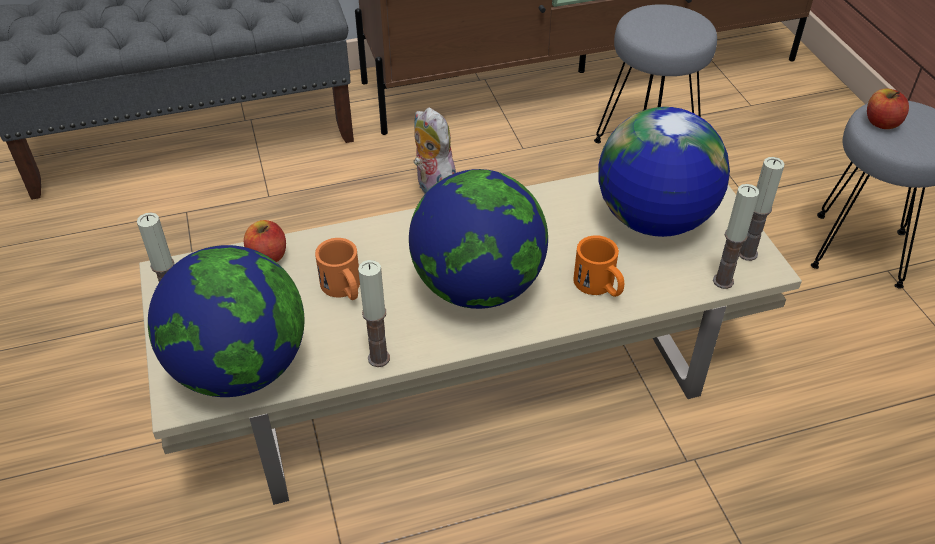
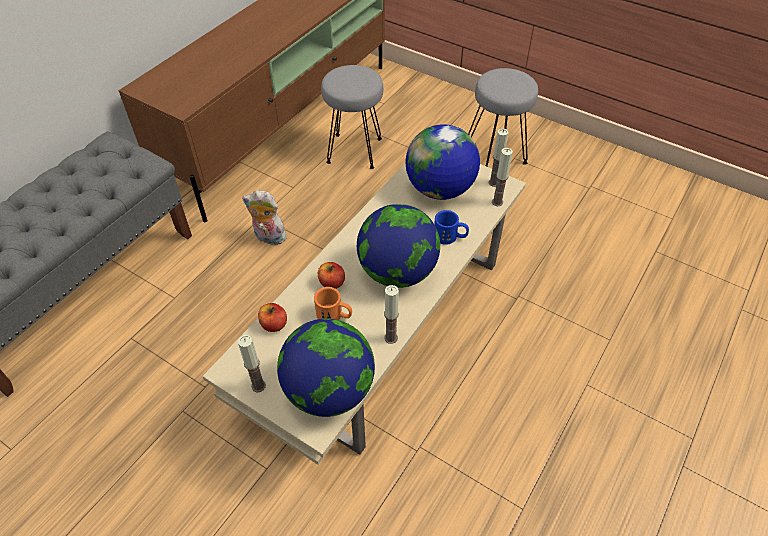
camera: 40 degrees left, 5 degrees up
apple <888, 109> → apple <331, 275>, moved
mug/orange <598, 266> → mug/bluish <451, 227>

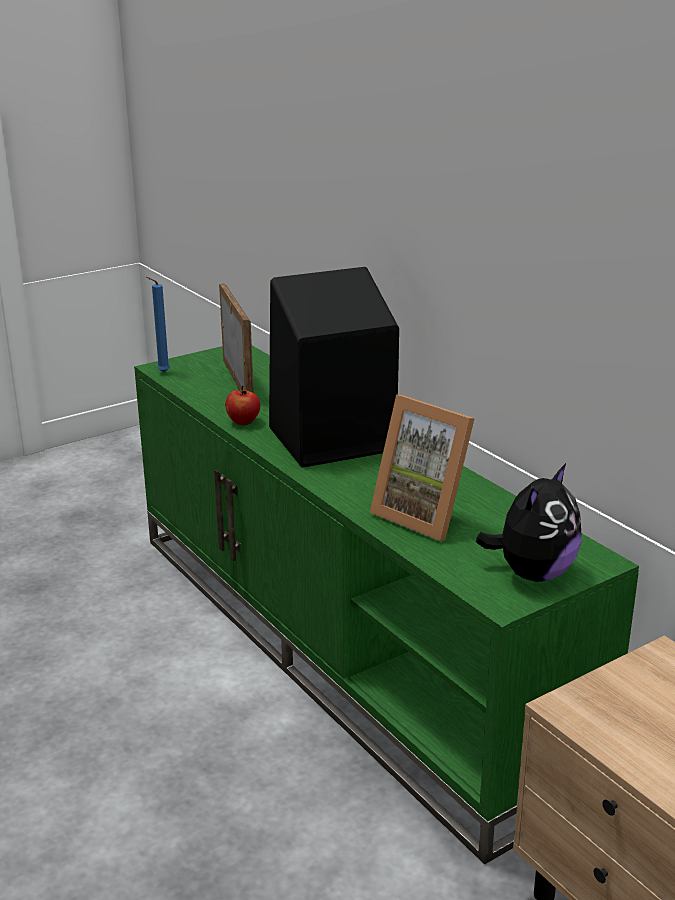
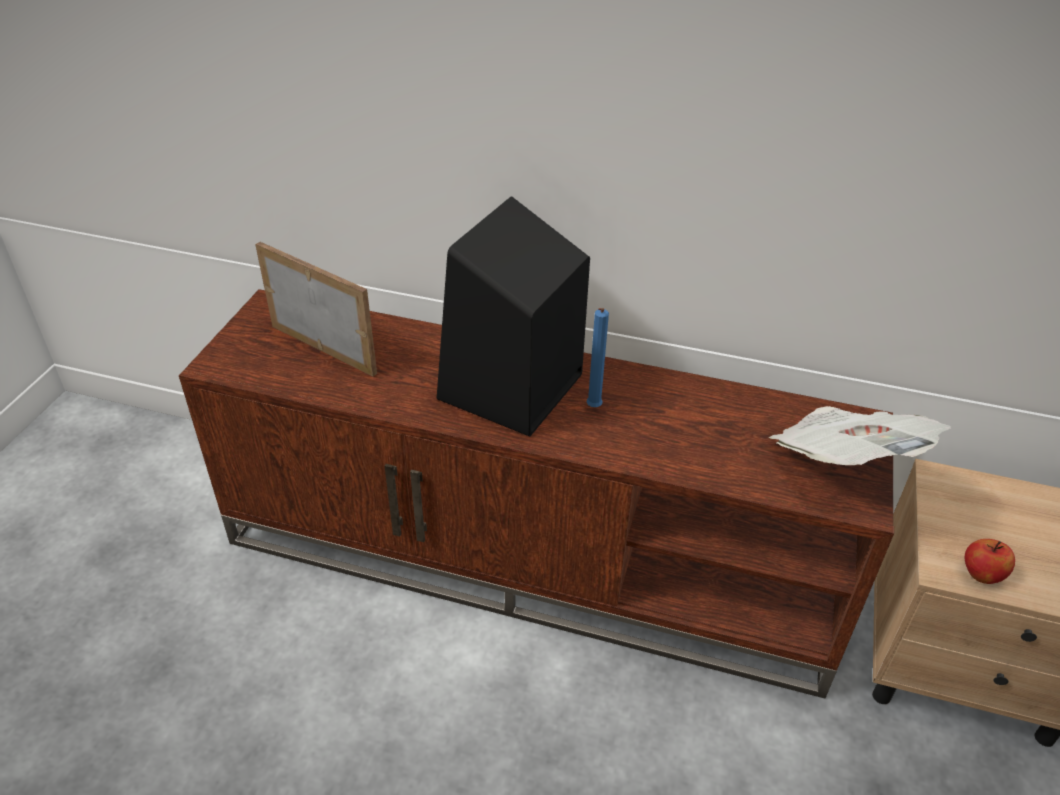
camera: 40 degrees left, 15 degrees up
picture frame <422, 468> → -
wax light/bluish <158, 324> → wax light/bluish <598, 357>, moved
apple <242, 405> → apple <990, 561>, moved
cuddly toy <529, 522> → daily paper <860, 435>
media console/greenish <386, 605> → media console/brown <536, 494>

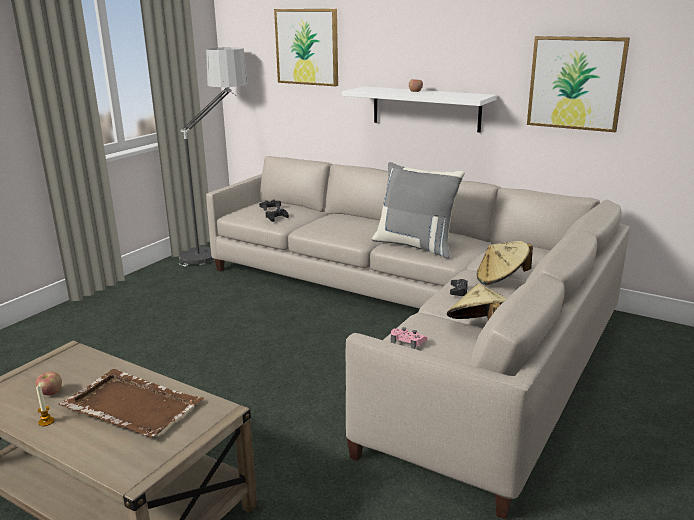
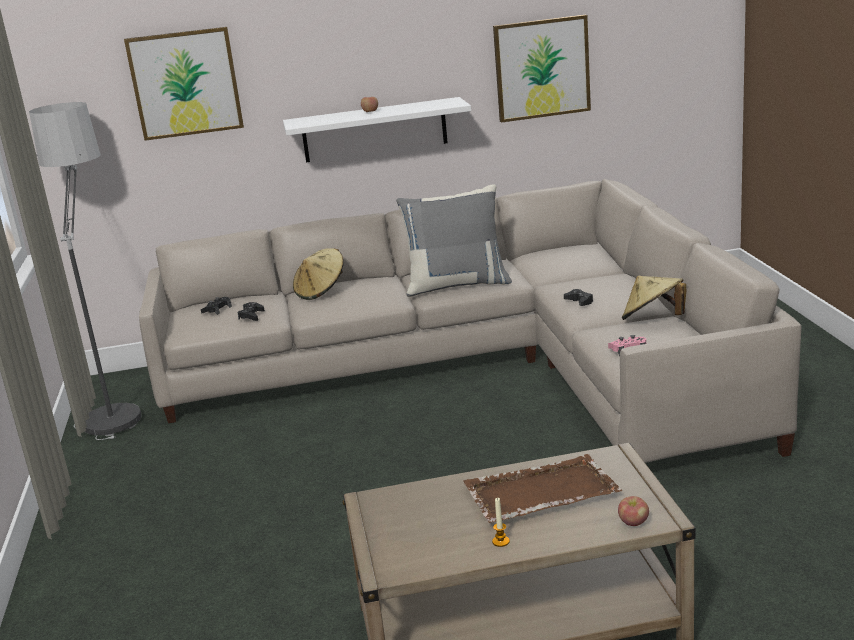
camera: 40 degrees left, 0 degrees up
apple <49, 383> → apple <633, 511>, moved
clothing hat/sand-coloured <505, 263> → clothing hat/sand-coloured <318, 274>, moved

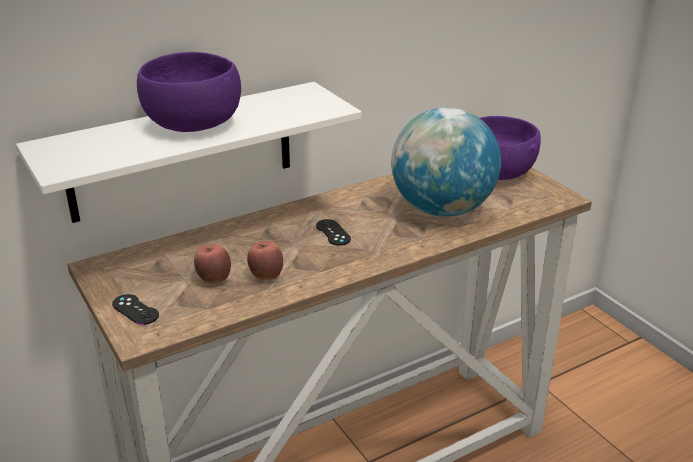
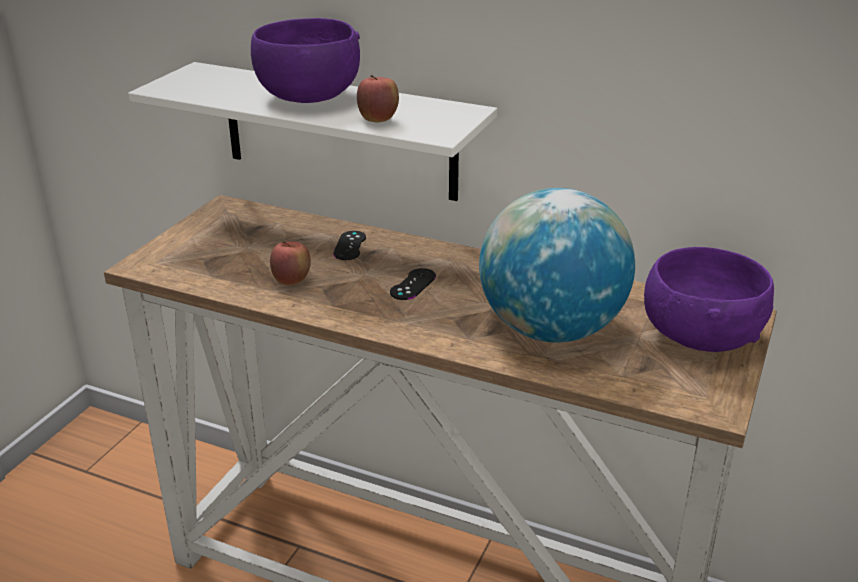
camera: 55 degrees right, 0 degrees up
gamepad/blackish <135, 309> → gamepad/blackish <349, 245>, moved
apple <212, 264> → apple <378, 98>, moved

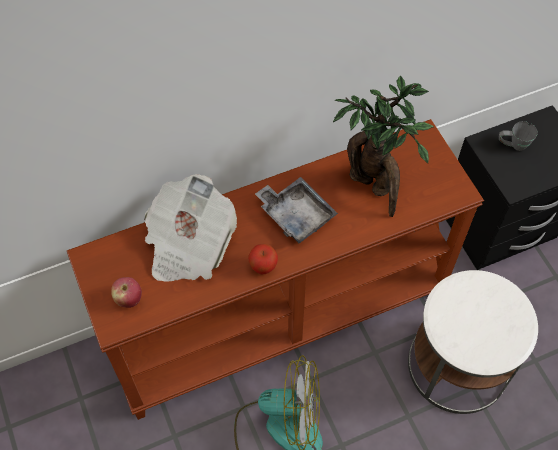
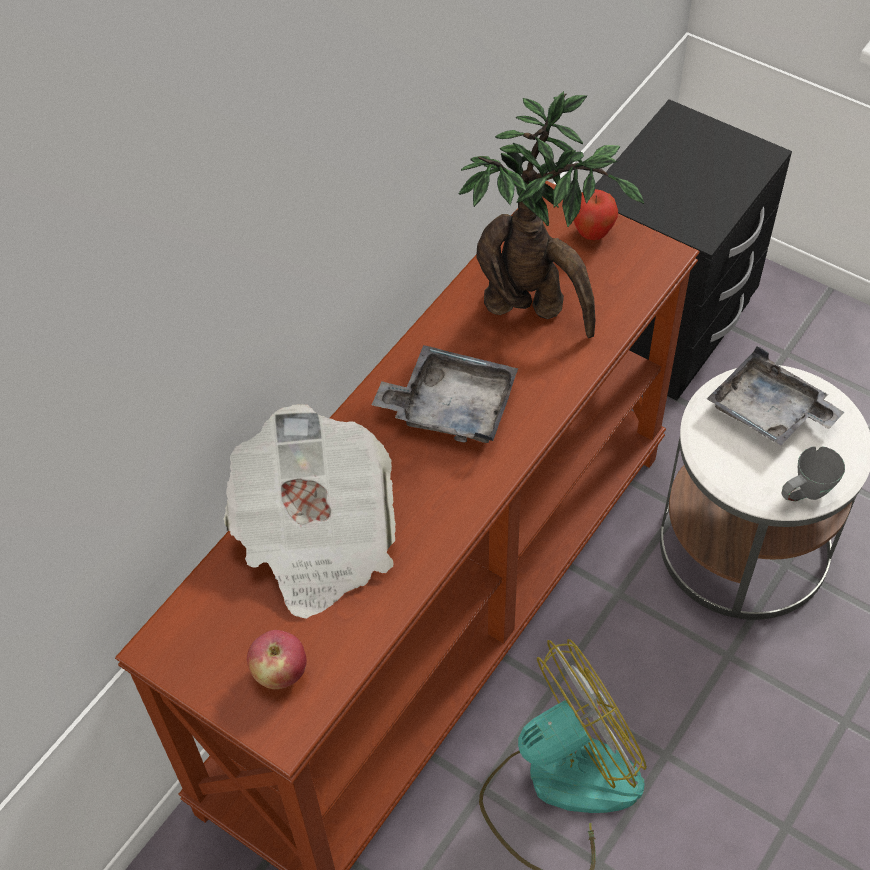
camera: 30 degrees left, 5 degrees down
- → carrying tray/greyish <775, 395>
apple <263, 259> → apple <595, 214>, moved
mug/greyish <518, 136> → mug/greyish <813, 474>, moved

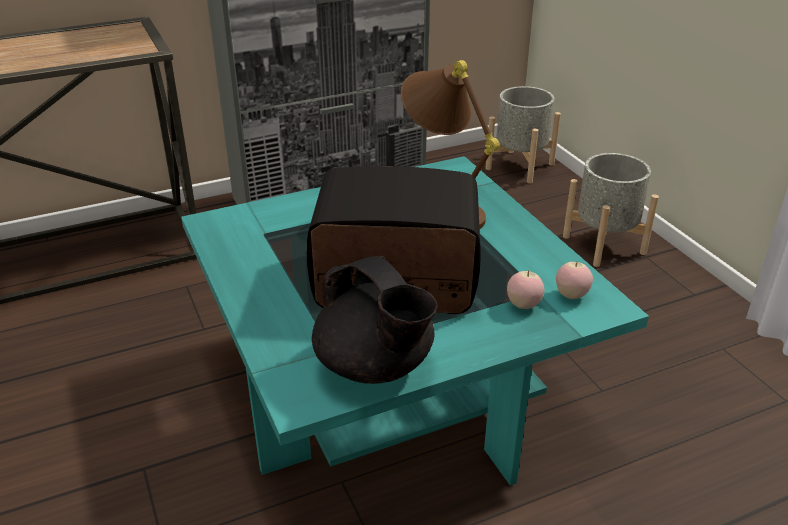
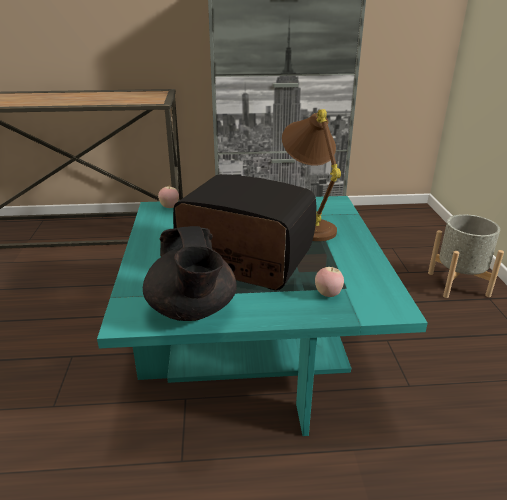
camera: 20 degrees right, 5 degrees down
planter/greyish <523, 134> → -
apple <574, 280> → apple <168, 197>, moved

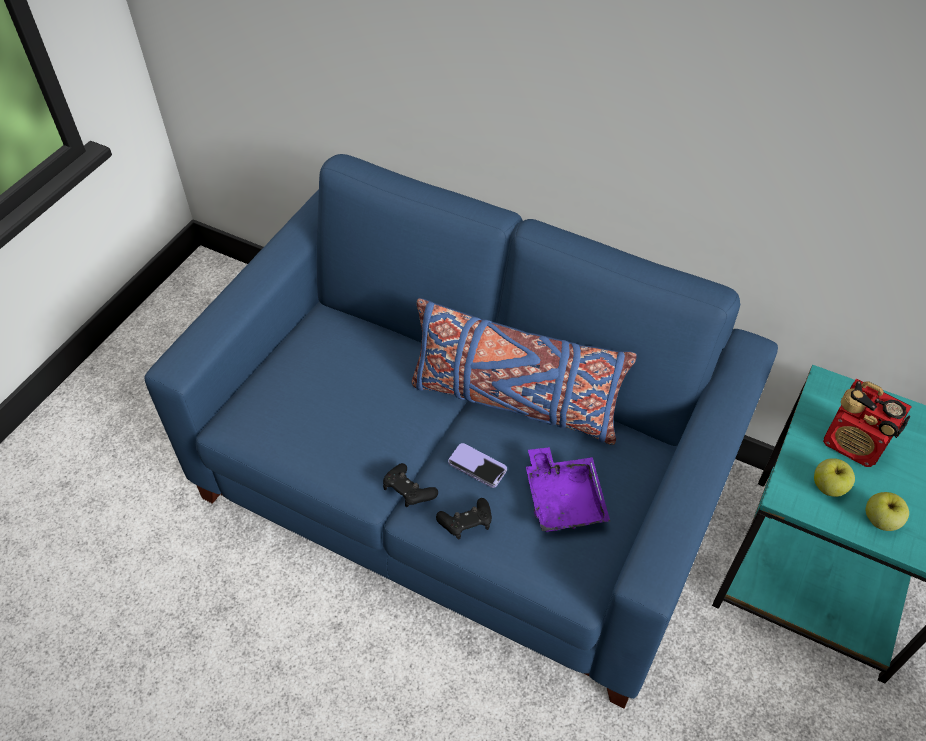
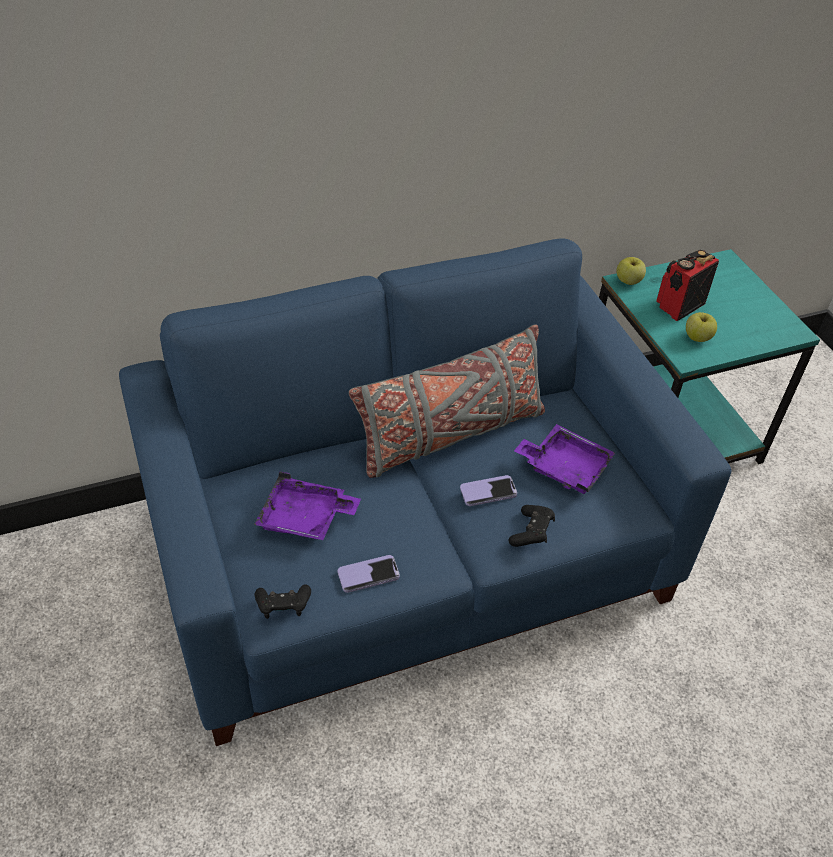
camera: 50 degrees left, 5 degrees down
- → carrying tray/purplish <307, 505>
- → phone <368, 574>
gamepad/blackish <410, 485> → gamepad/blackish <283, 601>, moved
apple <887, 511> → apple <631, 271>, moved
pillow/bluish <524, 371> → pillow/greyish <446, 401>
radio set <867, 423> → radio set <687, 285>, 150 degrees clockwise

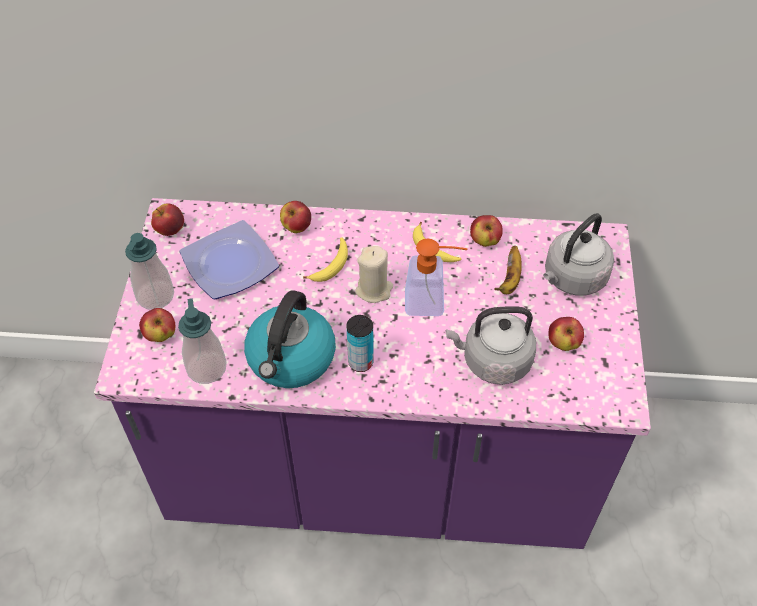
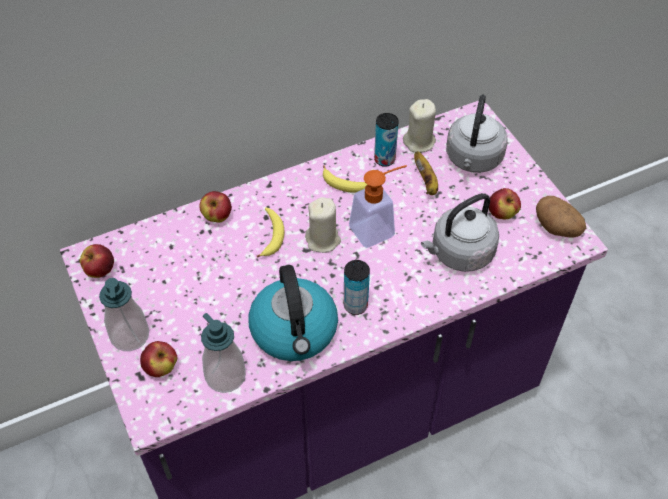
camera: 30 degrees left, 0 degrees up
plate <229, 259> → -
- → wax light/sand-coloured <419, 125>
- → potato <561, 217>
apple <486, 231> → metal can <386, 140>

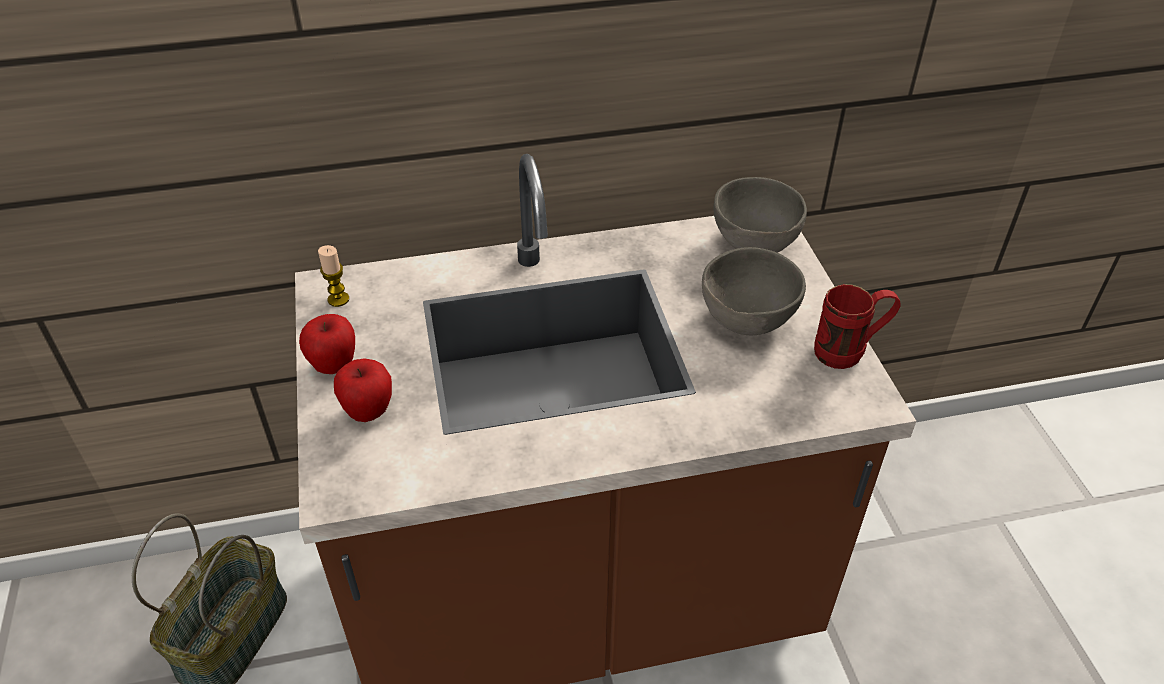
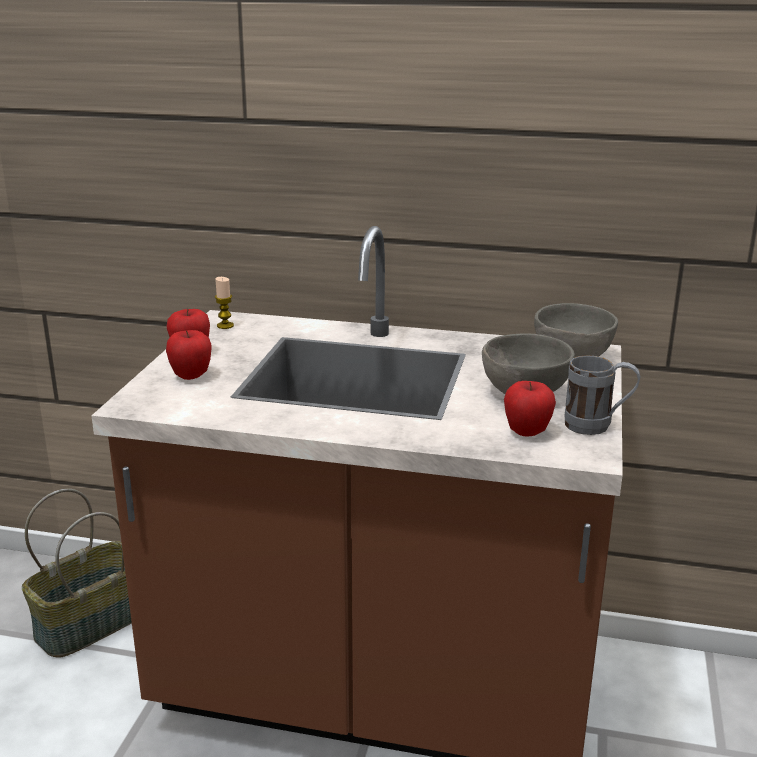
camera: 25 degrees right, 20 degrees down
- → apple <530, 409>
mug/red <857, 326> → mug/greyish <603, 395>

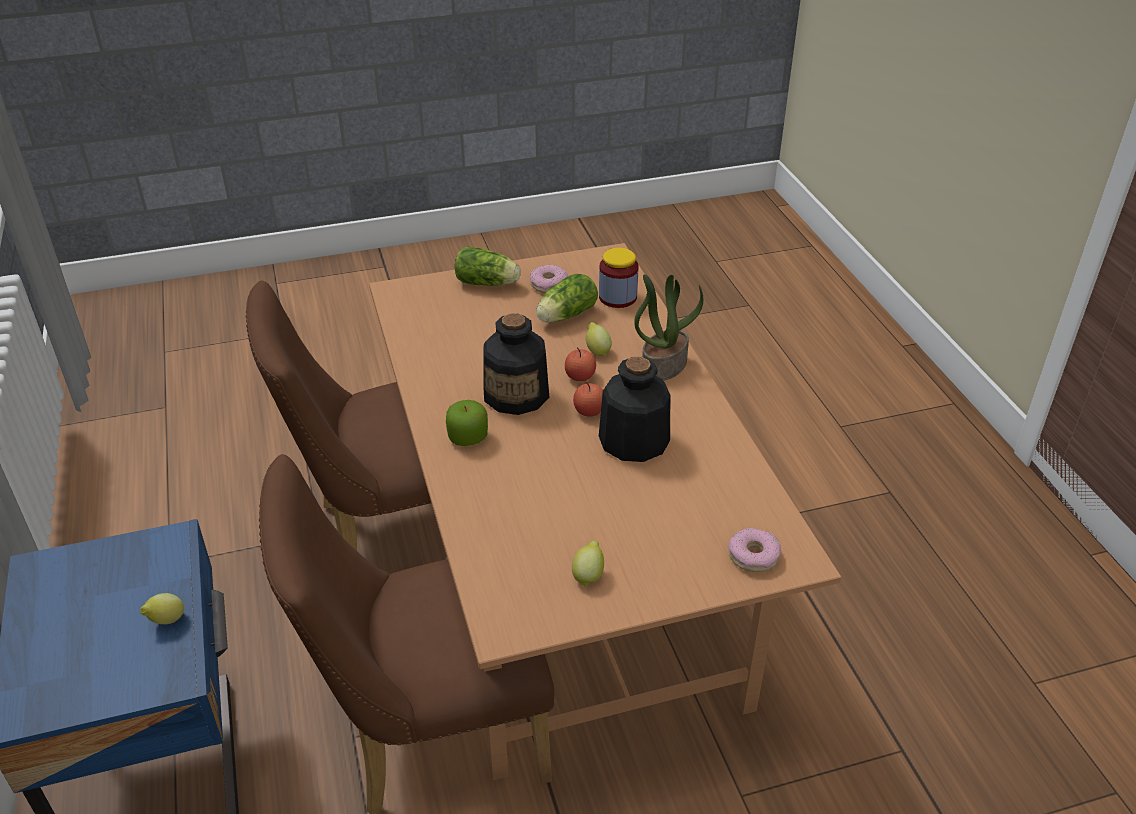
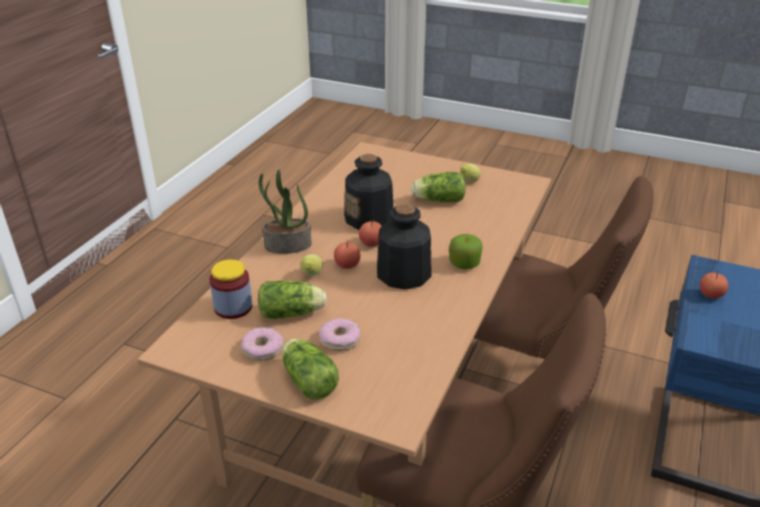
camera: 140 degrees left, 5 degrees down
- → lettuce head <438, 187>
doughnut <755, 550> → doughnut <339, 334>, moved
lemon <162, 608> → apple <714, 284>

